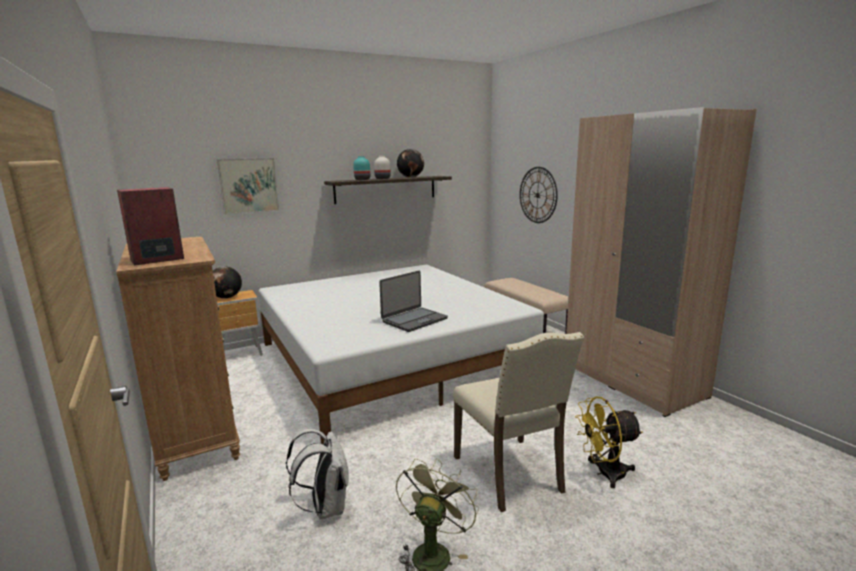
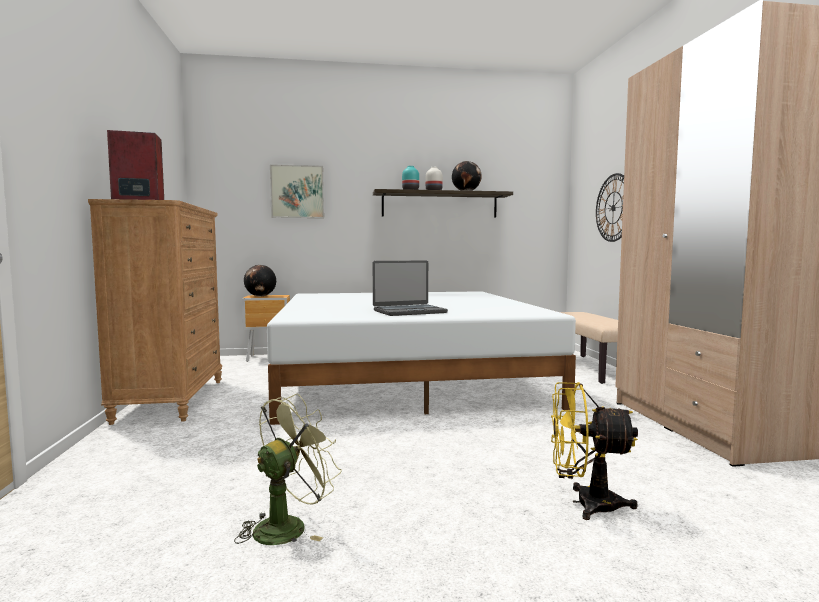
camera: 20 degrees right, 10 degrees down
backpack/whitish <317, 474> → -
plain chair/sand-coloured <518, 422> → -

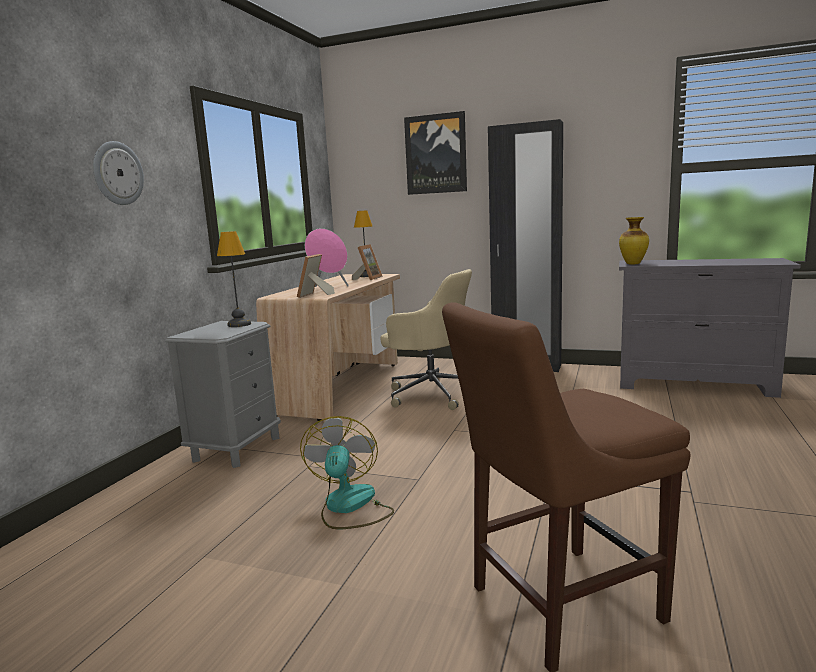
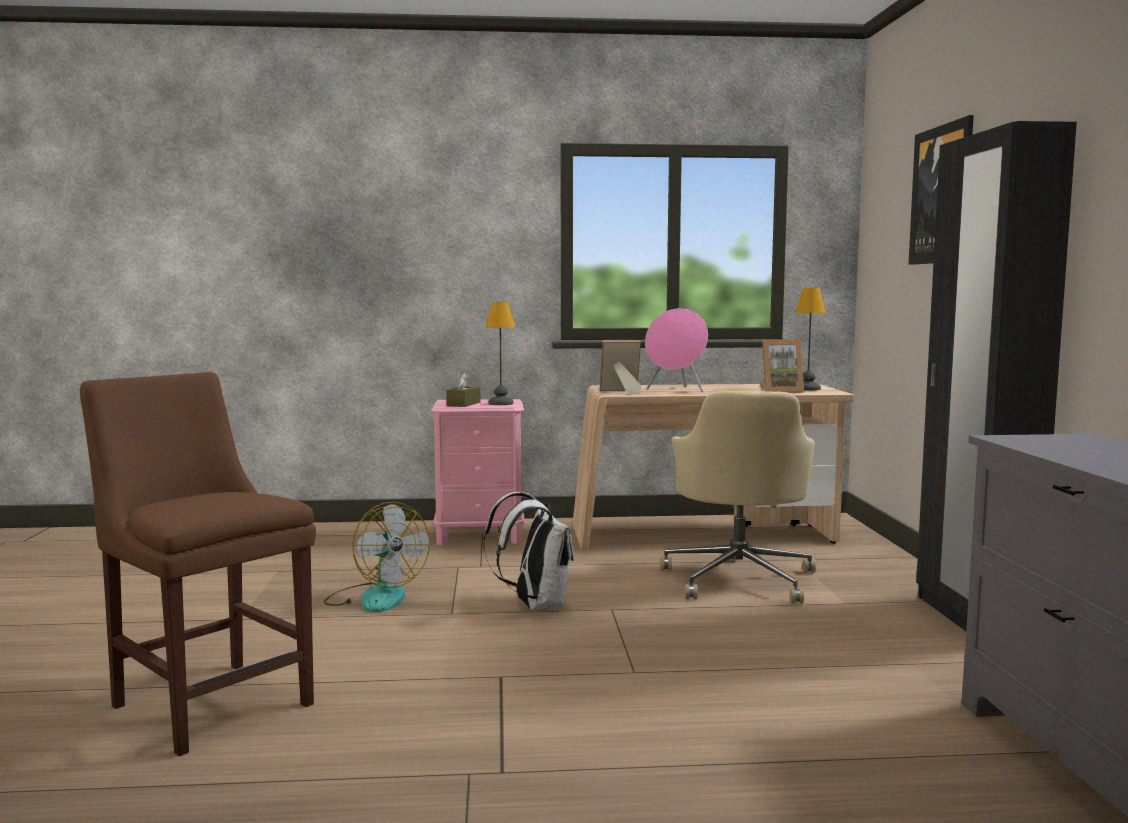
camera: 65 degrees right, 5 degrees down
wall clock <118, 173> → -
vase <634, 240> → -
- → tissue box/brown <463, 390>
- → backpack/whitish <528, 551>
bedside table/greyish <223, 394> → bedside table/pinkish <478, 472>
fan <347, 472> → fan <377, 557>, 75 degrees clockwise

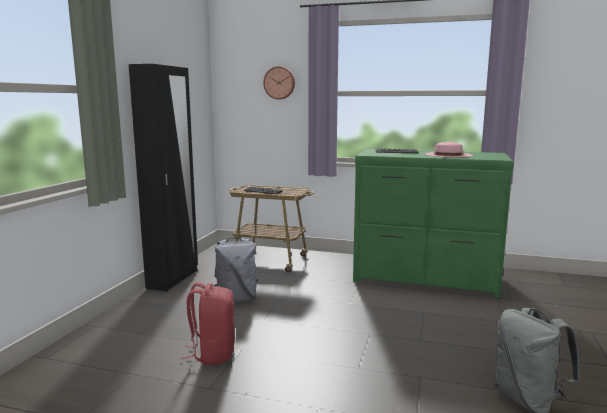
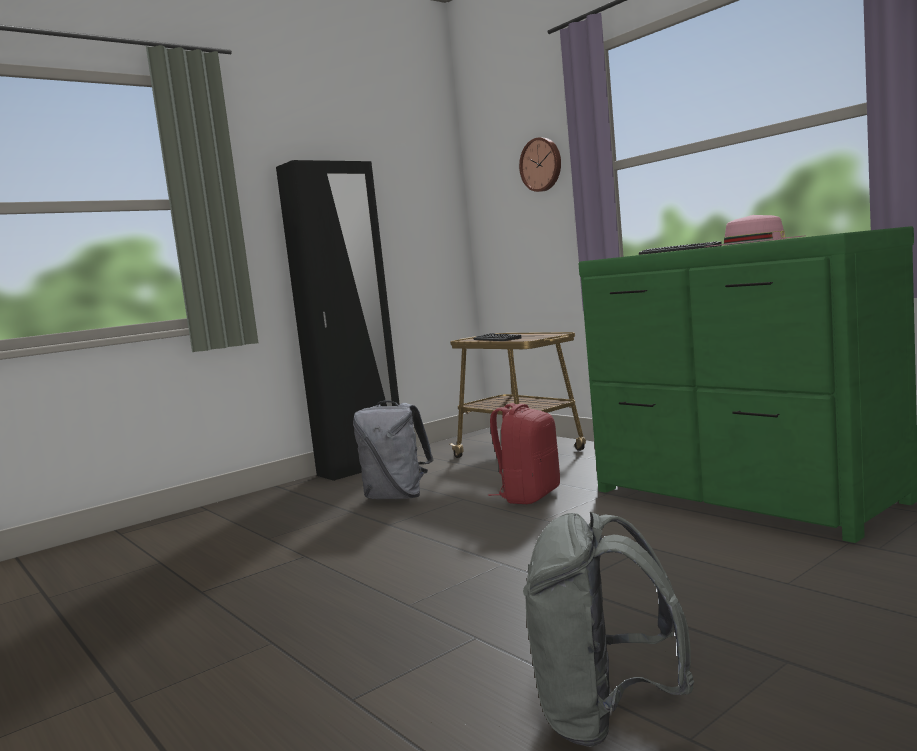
camera: 35 degrees right, 5 degrees down
backpack/red <208, 323> → backpack/red <524, 453>, moved

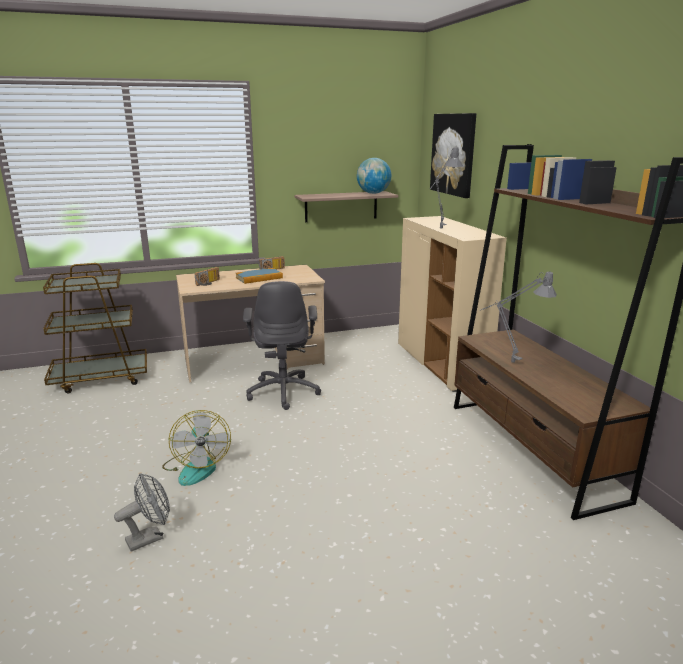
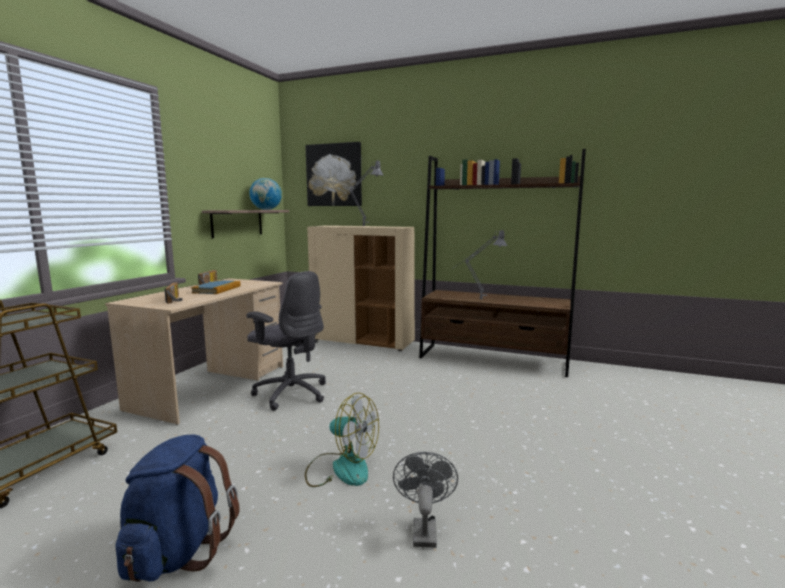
camera: 50 degrees left, 10 degrees down
- → backpack/bluish <177, 508>

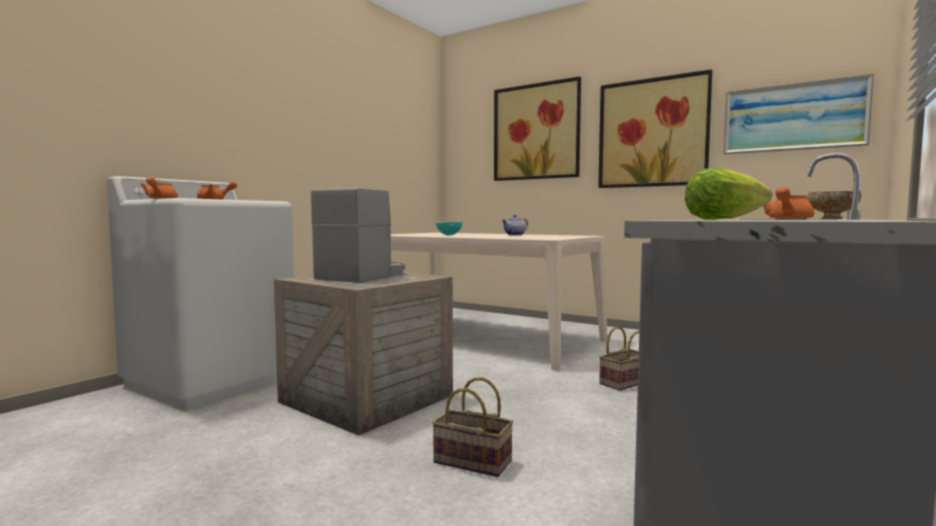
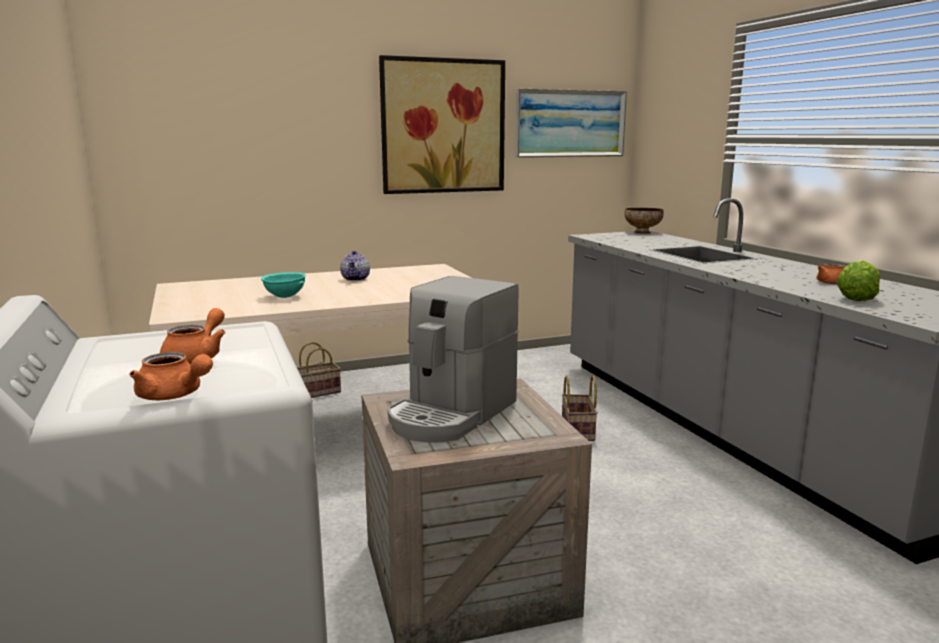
camera: 55 degrees left, 10 degrees up
wall art <537, 128> → -
household basket <472, 427> → household basket <319, 370>, moved
coffee brewer <358, 235> → coffee brewer <453, 359>, 120 degrees counterclockwise

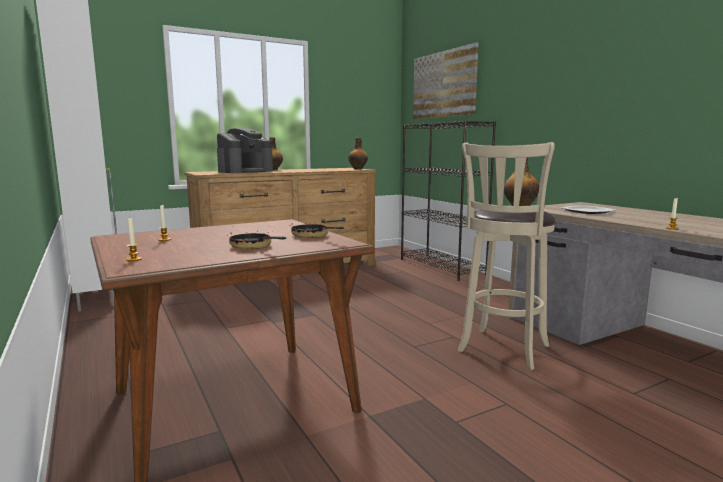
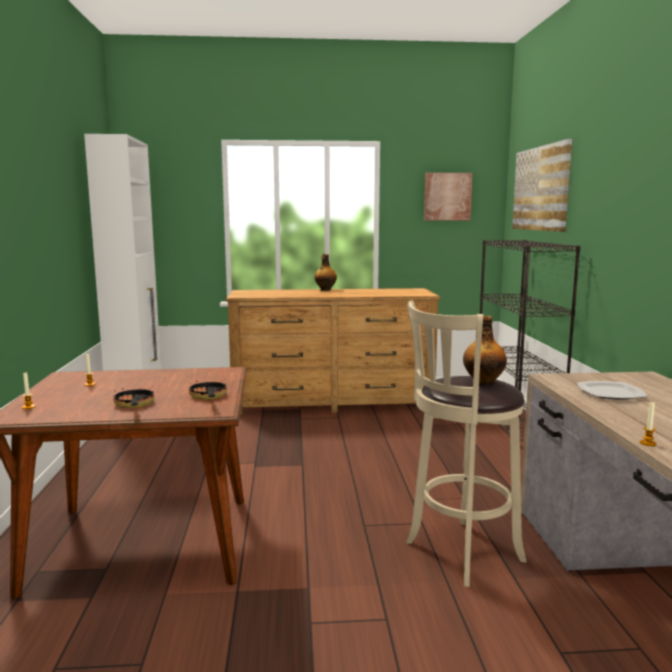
camera: 25 degrees right, 0 degrees up
coffee brewer <245, 150> → -
bottle <358, 153> → -
- → wall art <448, 196>

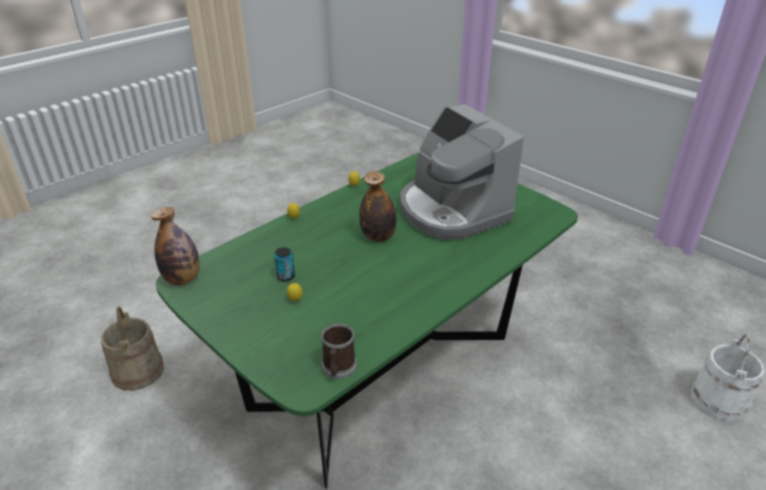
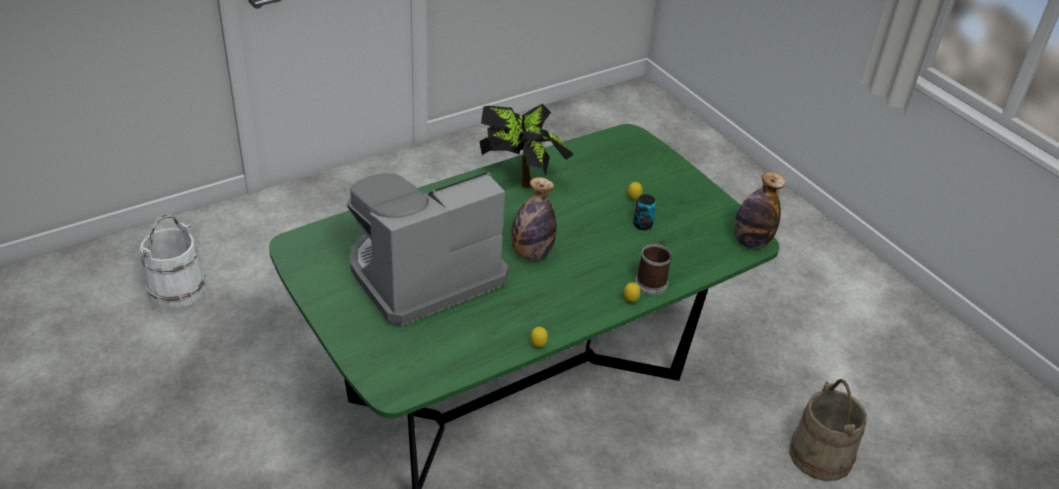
camera: 170 degrees left, 5 degrees up
- → potted plant <526, 146>
mug <339, 351> → mug <653, 268>, moved
coffee brewer <462, 172> → coffee brewer <428, 249>, 105 degrees counterclockwise

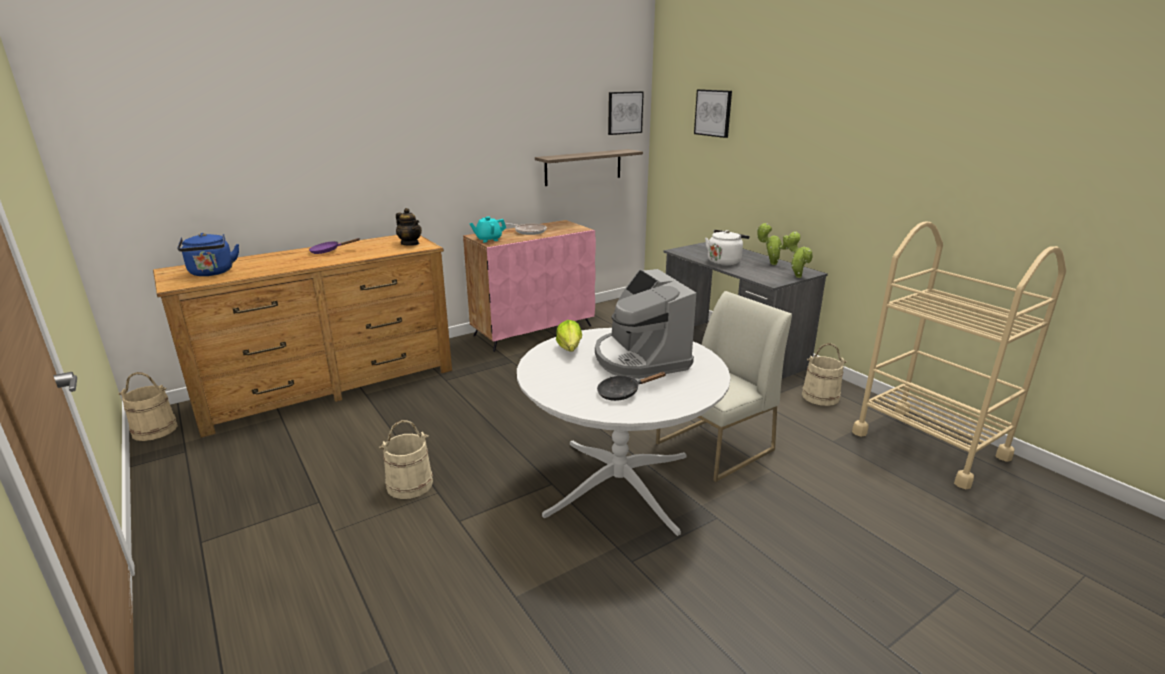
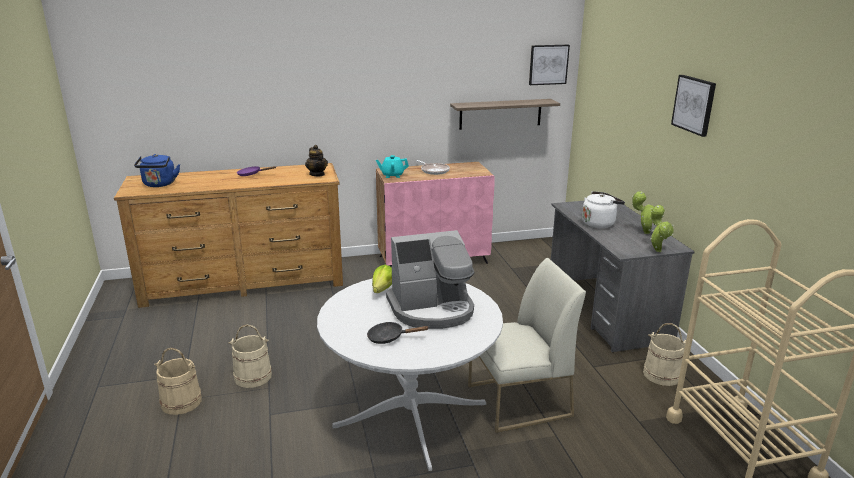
camera: 20 degrees right, 0 degrees up
pail/sand-coloured <148, 406> → pail/sand-coloured <178, 381>, moved
wall art <713, 113> → wall art <693, 106>, moved
coffee brewer <645, 324> → coffee brewer <430, 279>, 105 degrees counterclockwise

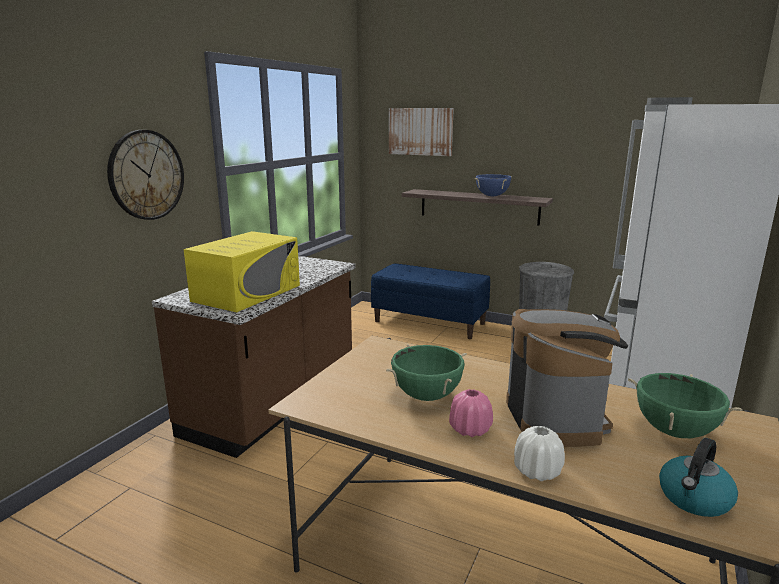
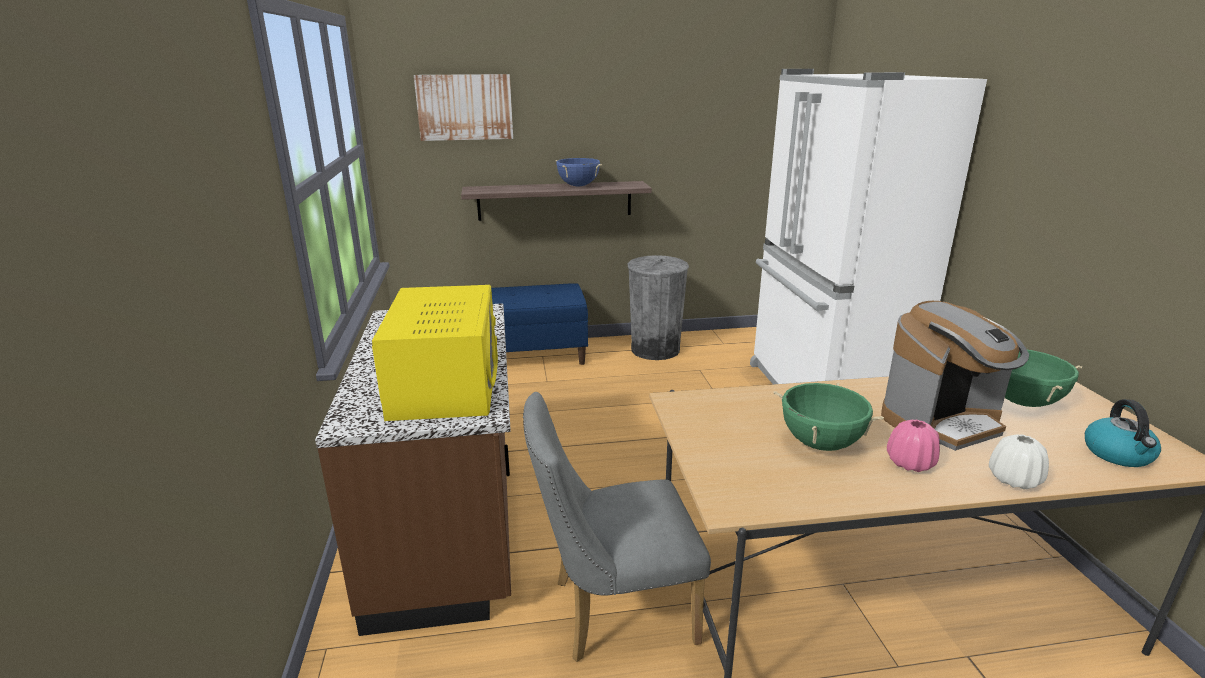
camera: 35 degrees left, 5 degrees up
wall clock <145, 175> → -
- → plain chair/greyish <617, 527>
coffee brewer <567, 378> → coffee brewer <955, 376>, 105 degrees clockwise

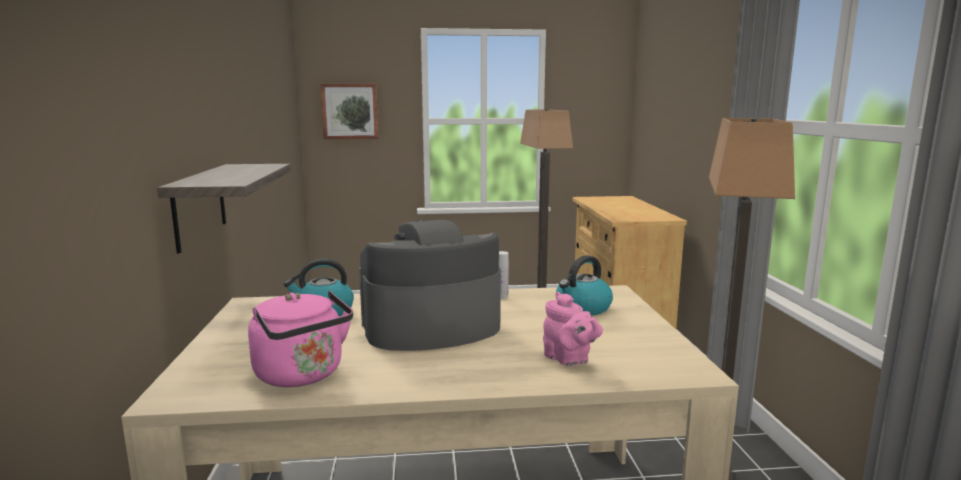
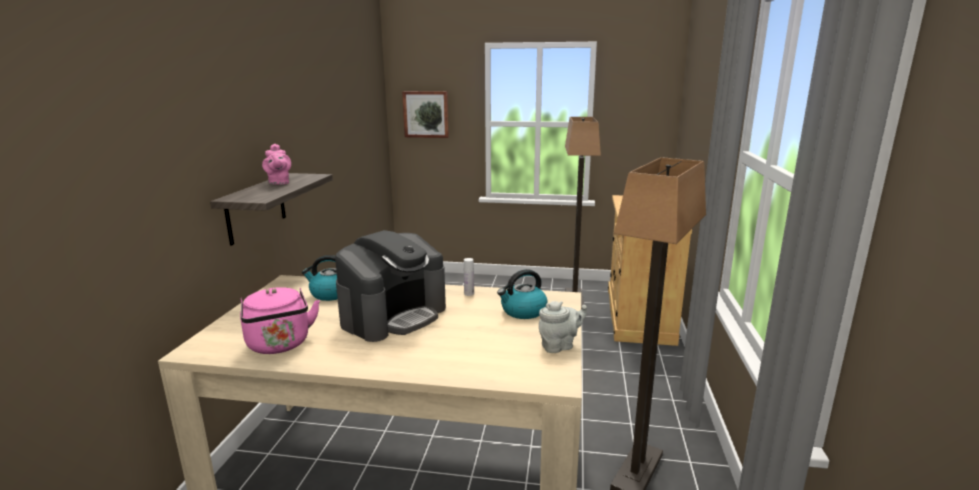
camera: 15 degrees right, 5 degrees up
- → pot for tea/greyish <563, 327>
pot for tea/pinkish <573, 329> → pot for tea/pinkish <276, 164>, moved
coffee brewer <430, 285> → coffee brewer <390, 286>, 135 degrees clockwise

